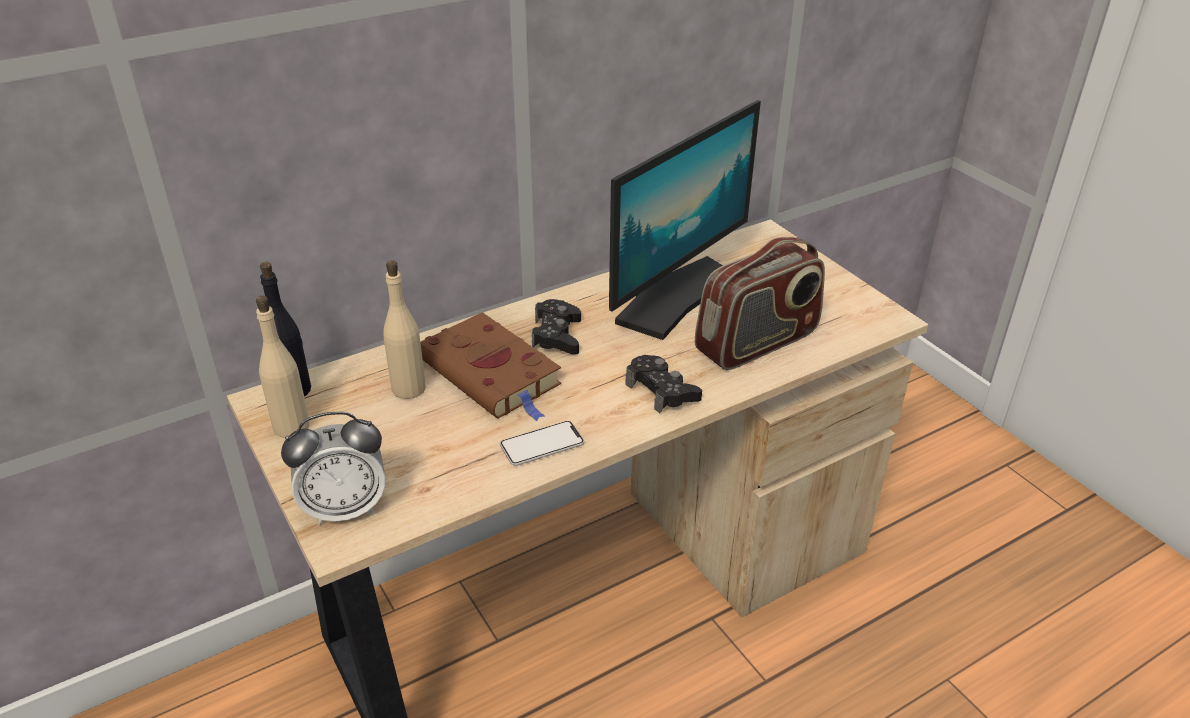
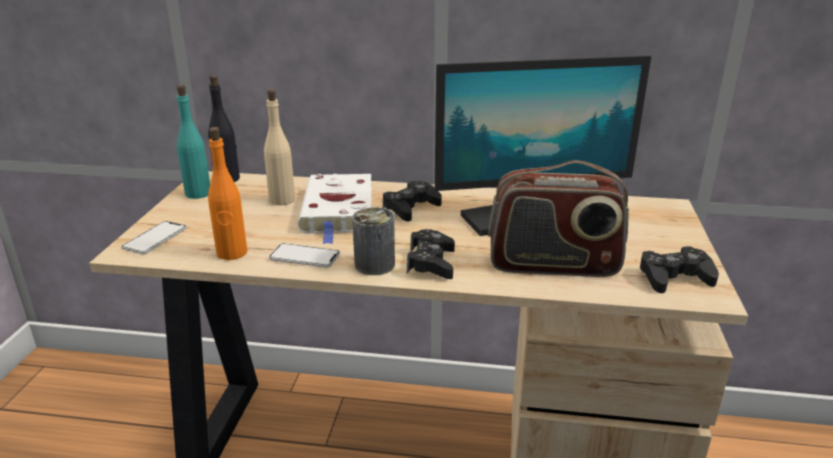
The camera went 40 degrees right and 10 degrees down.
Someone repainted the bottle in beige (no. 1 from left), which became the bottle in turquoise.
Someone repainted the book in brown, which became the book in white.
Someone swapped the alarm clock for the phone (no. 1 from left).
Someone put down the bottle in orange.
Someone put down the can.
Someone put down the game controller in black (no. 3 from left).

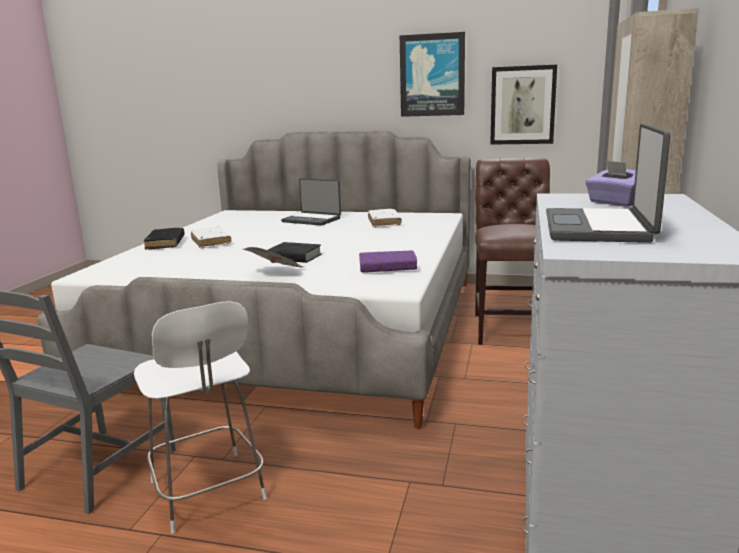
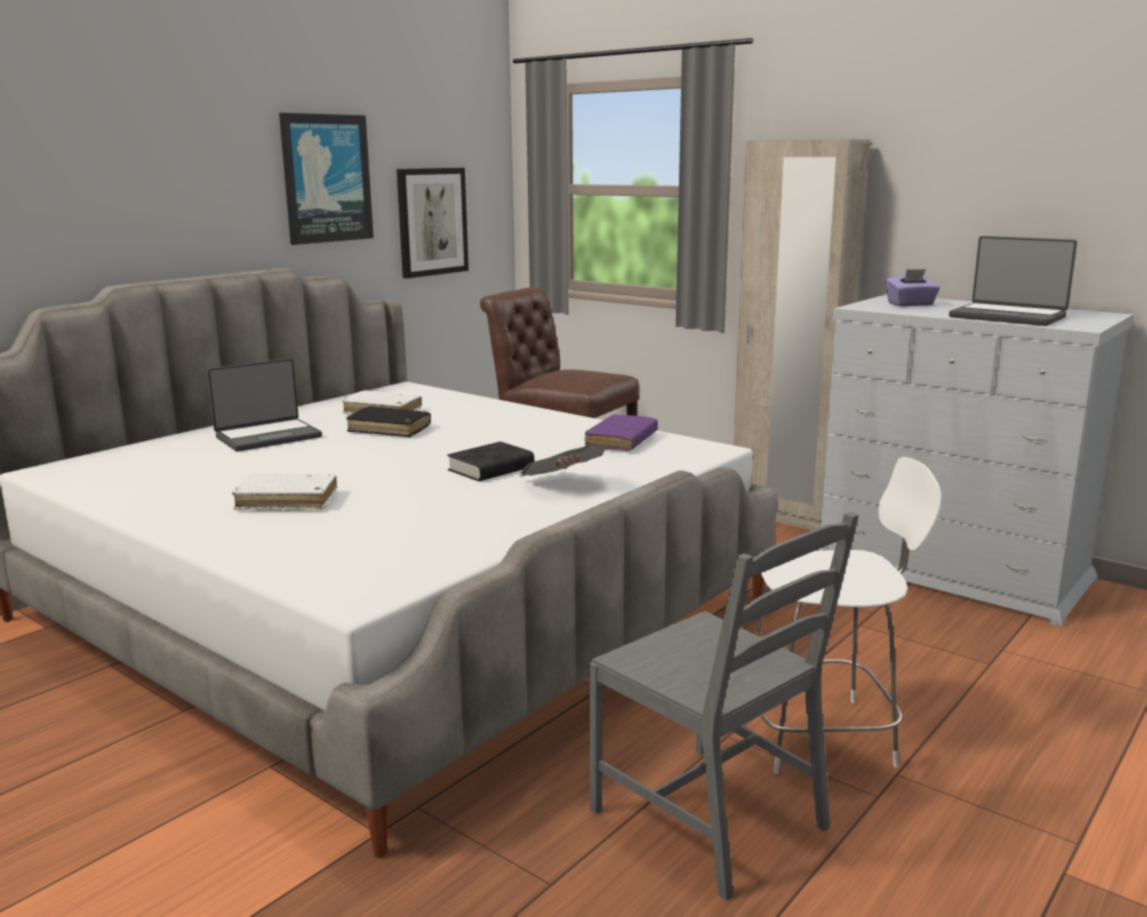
The camera went 65 degrees left and 0 degrees up.
Someone carried the book in black (no. 1 from left).

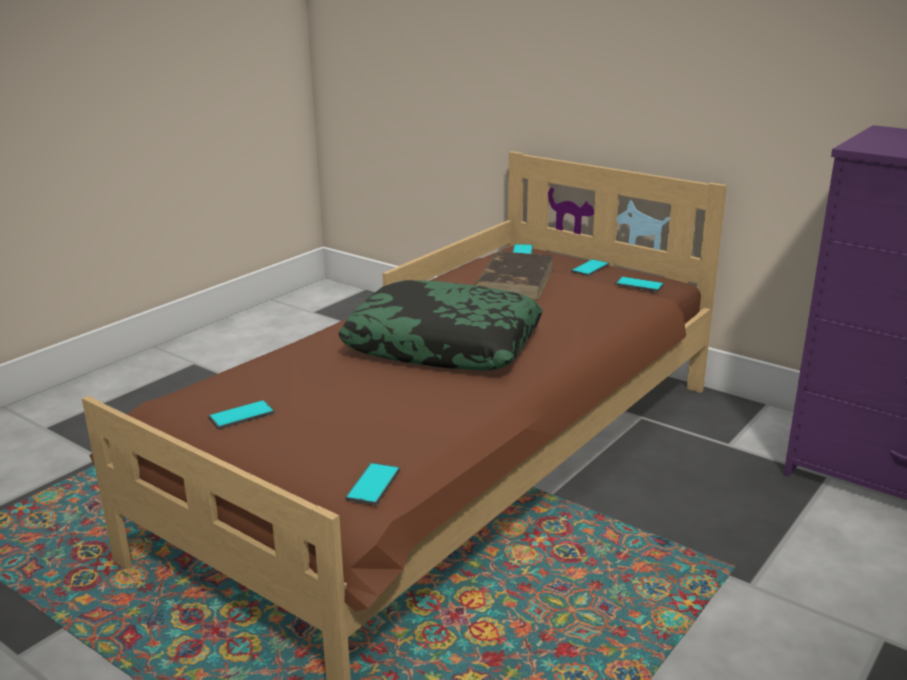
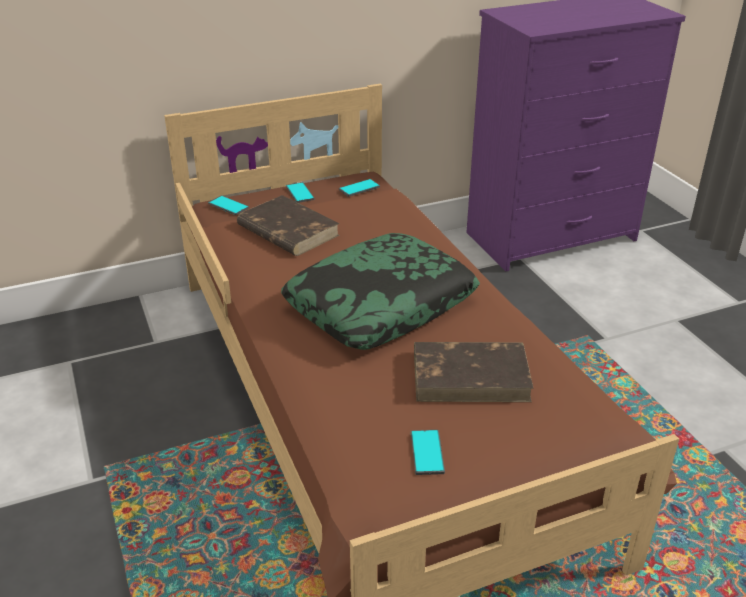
The camera went 60 degrees left and 10 degrees up.
Someone took away the phone (no. 2 from left).
Someone put down the book in brown (no. 2 from left).

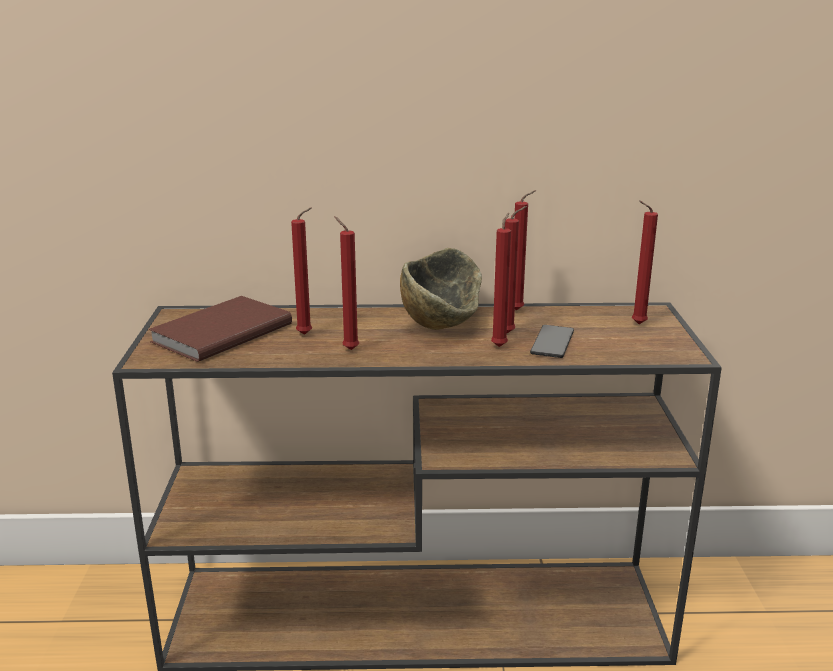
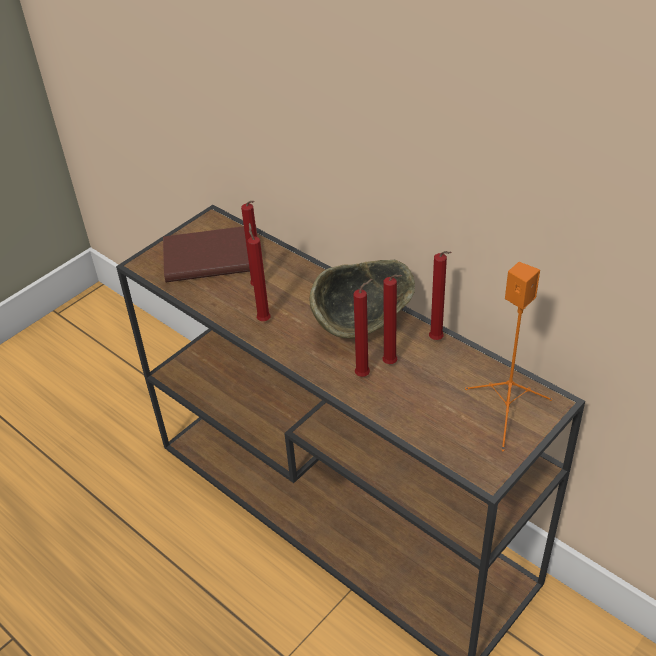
The camera went 45 degrees right and 20 degrees up.
Someone swapped the candle in red (no. 6 from left) for the speaker in orange.
Someone took away the phone.

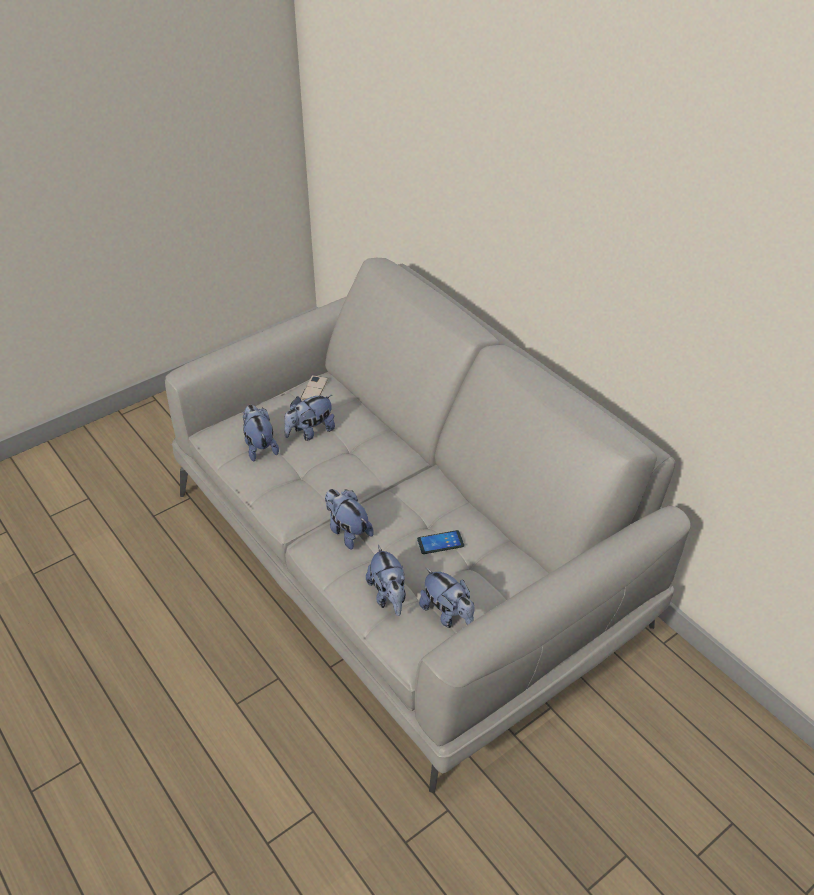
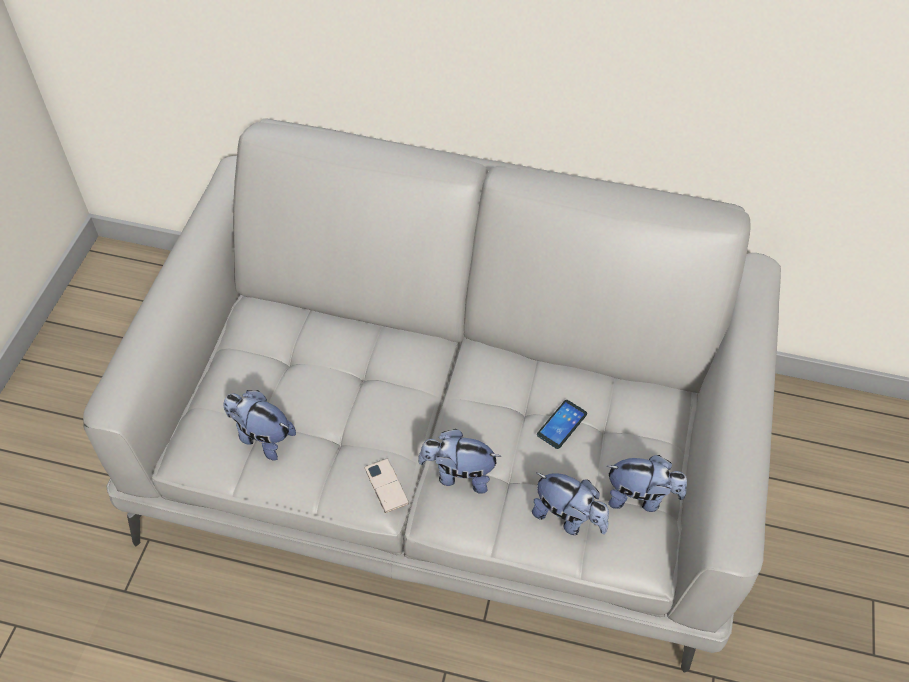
The camera went 40 degrees left and 10 degrees up.
Someone carried the phone (no. 1 from left).
Someone took away the plush toy (no. 2 from left).

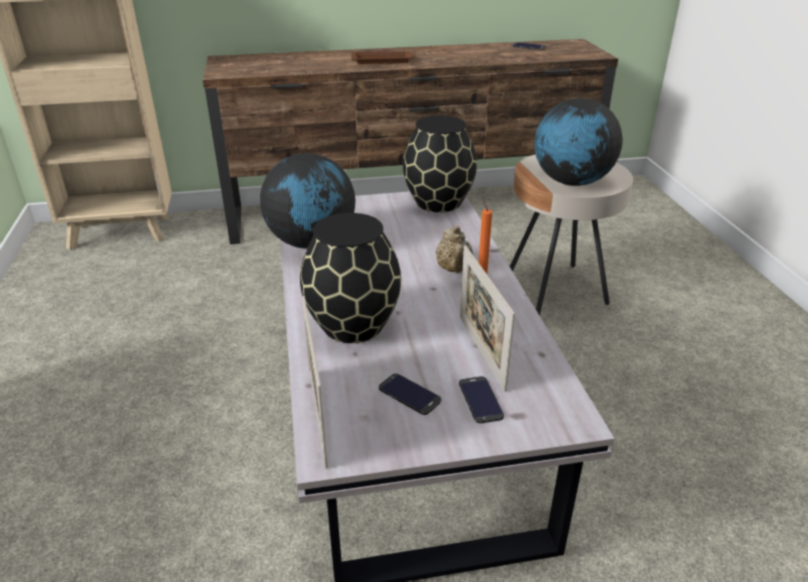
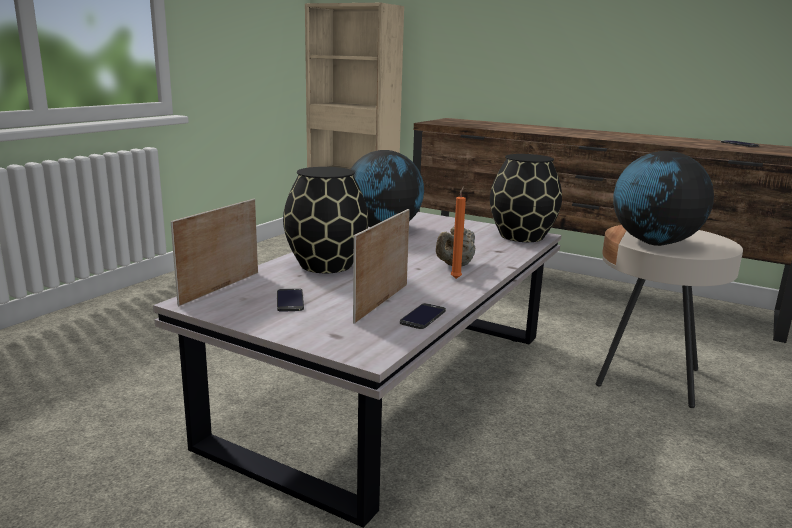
The camera went 40 degrees right and 15 degrees down.
Someone took away the tray in brown.
Someone carried the phone (no. 2 from left).

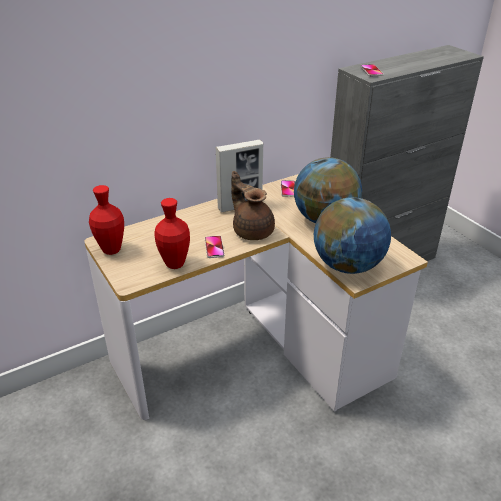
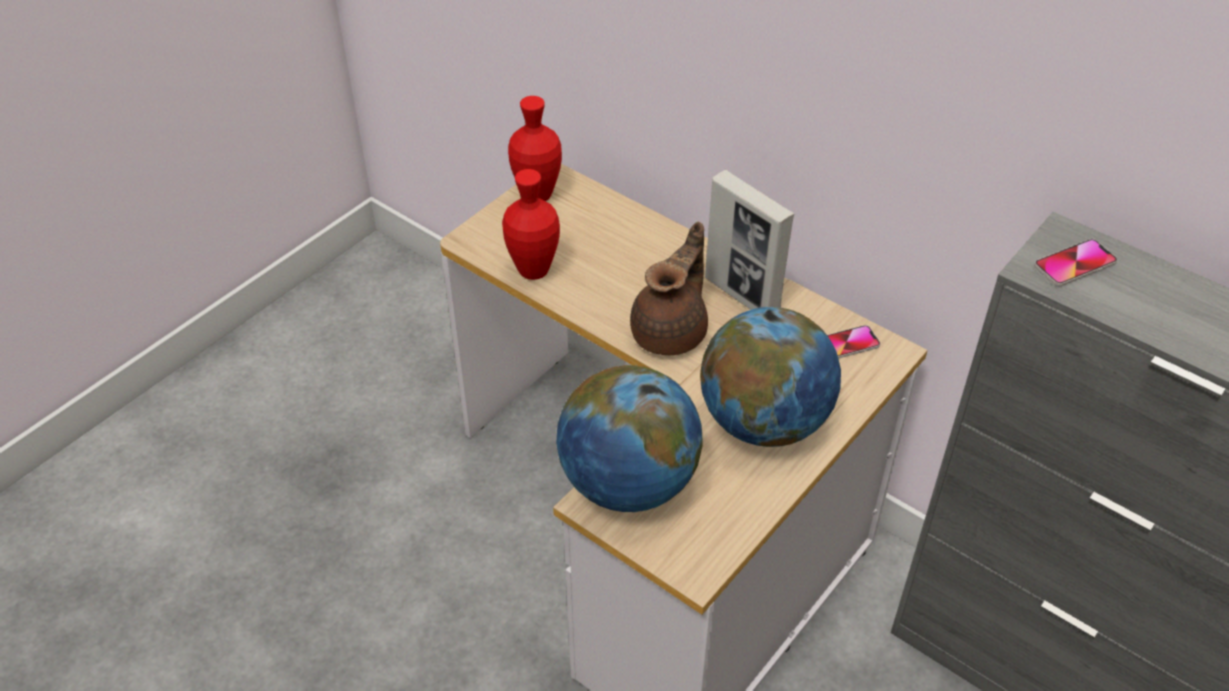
The camera went 70 degrees right and 10 degrees up.
Someone took away the phone (no. 1 from left).

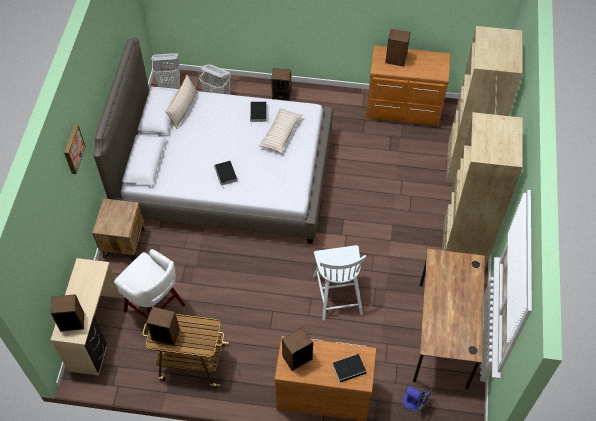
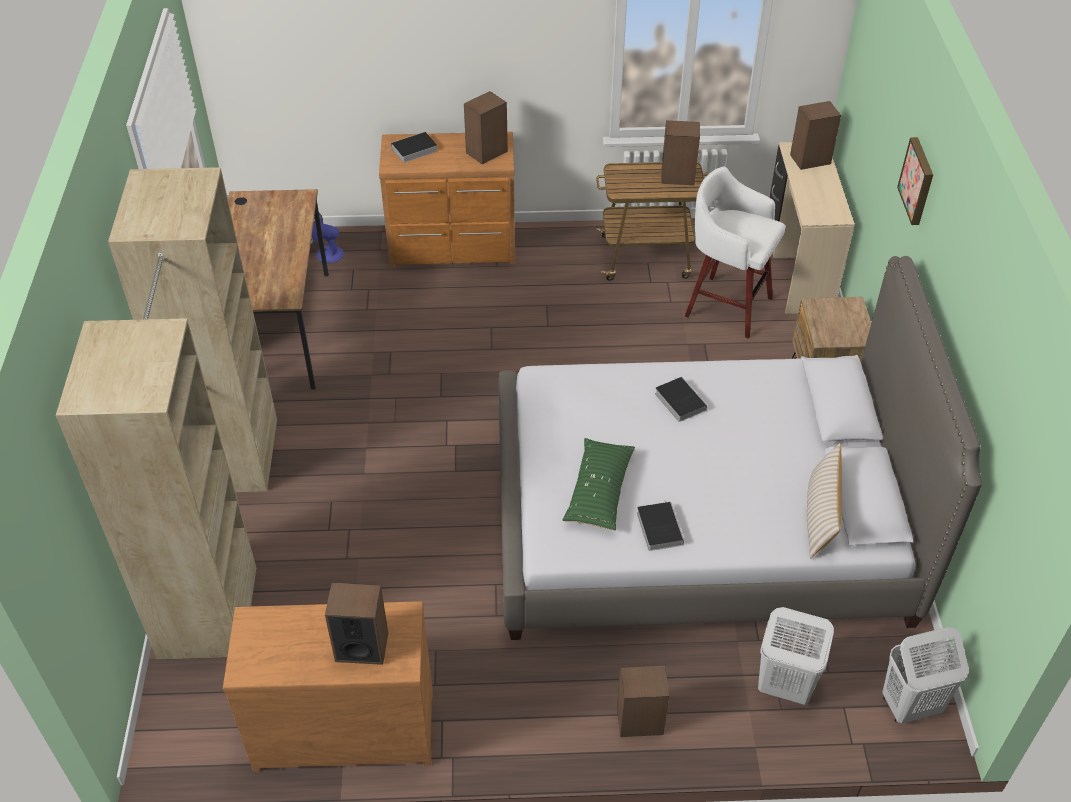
The camera went 170 degrees right and 10 degrees down.
Someone repainted the pillow in beige (no. 2 from left), which became the pillow in green.
Someone took away the chair in white.

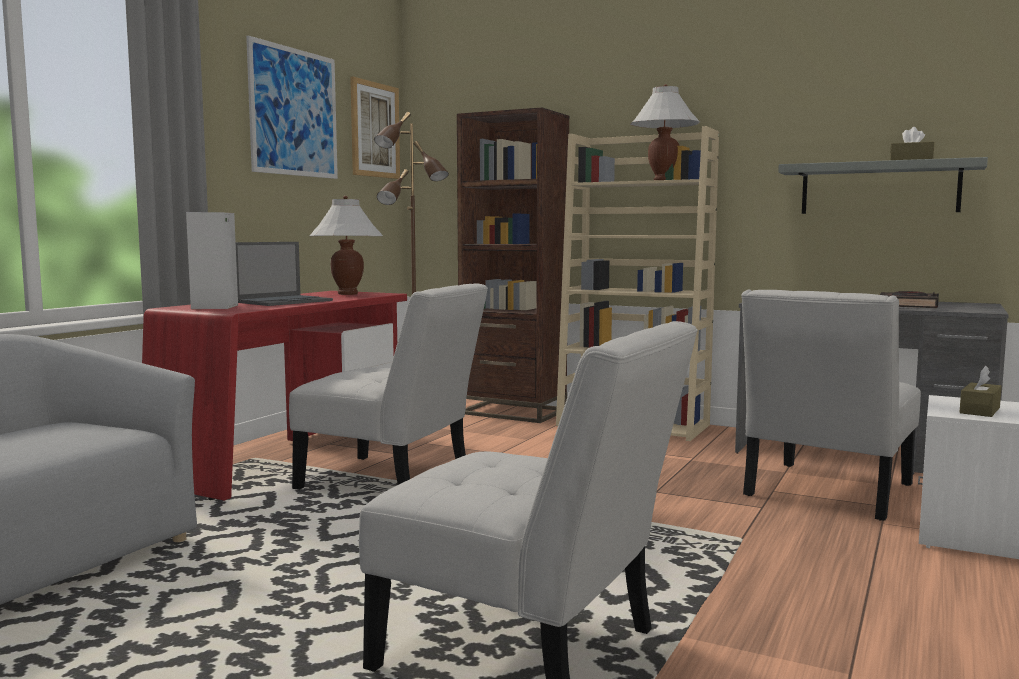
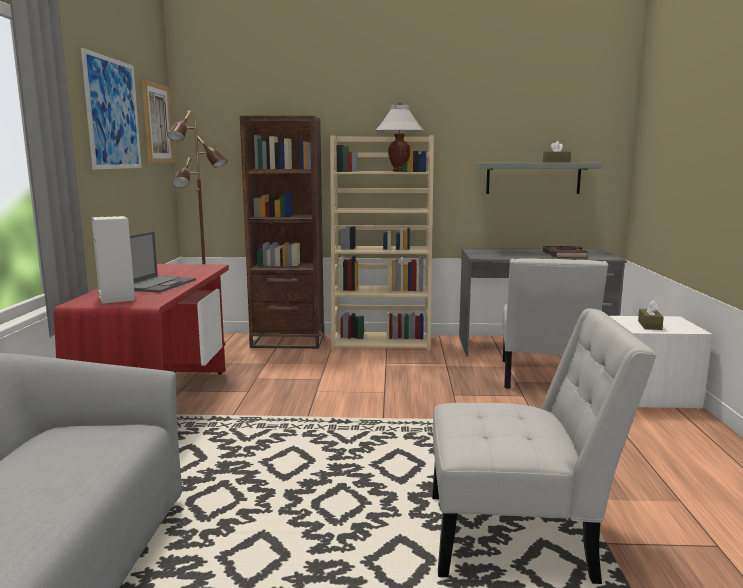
The camera went 25 degrees left and 5 degrees up.
Someone took away the table lamp in white (no. 1 from left).
Someone took away the chair in white (no. 1 from left).

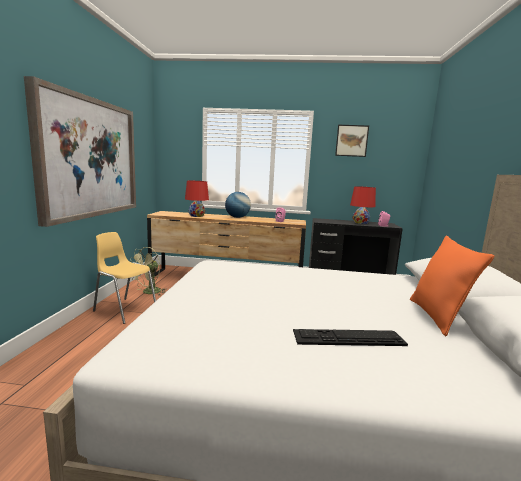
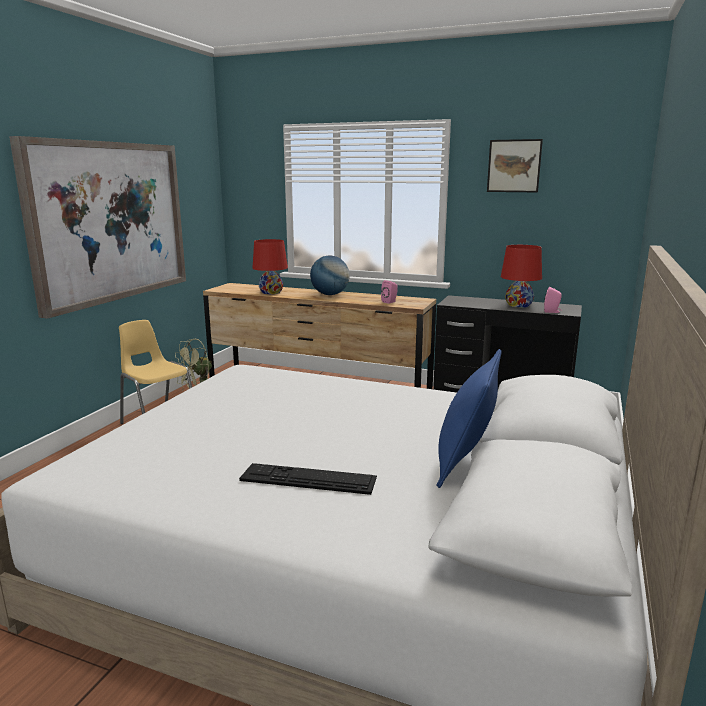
The camera went 15 degrees right and 5 degrees up.
Someone repainted the pillow in orange, which became the pillow in blue.

